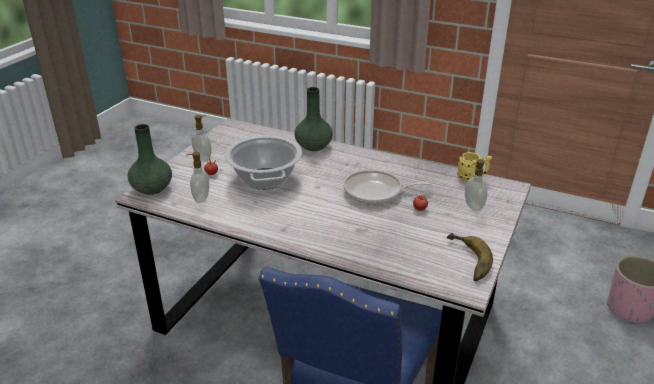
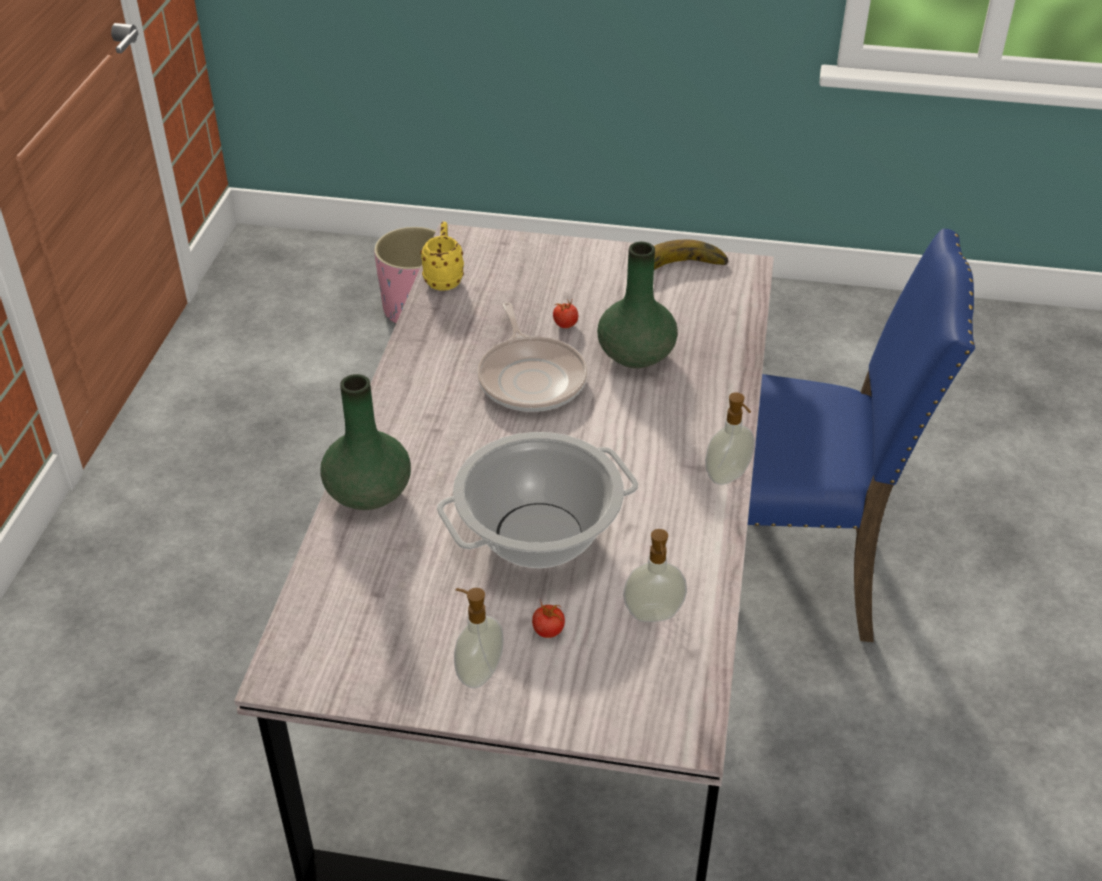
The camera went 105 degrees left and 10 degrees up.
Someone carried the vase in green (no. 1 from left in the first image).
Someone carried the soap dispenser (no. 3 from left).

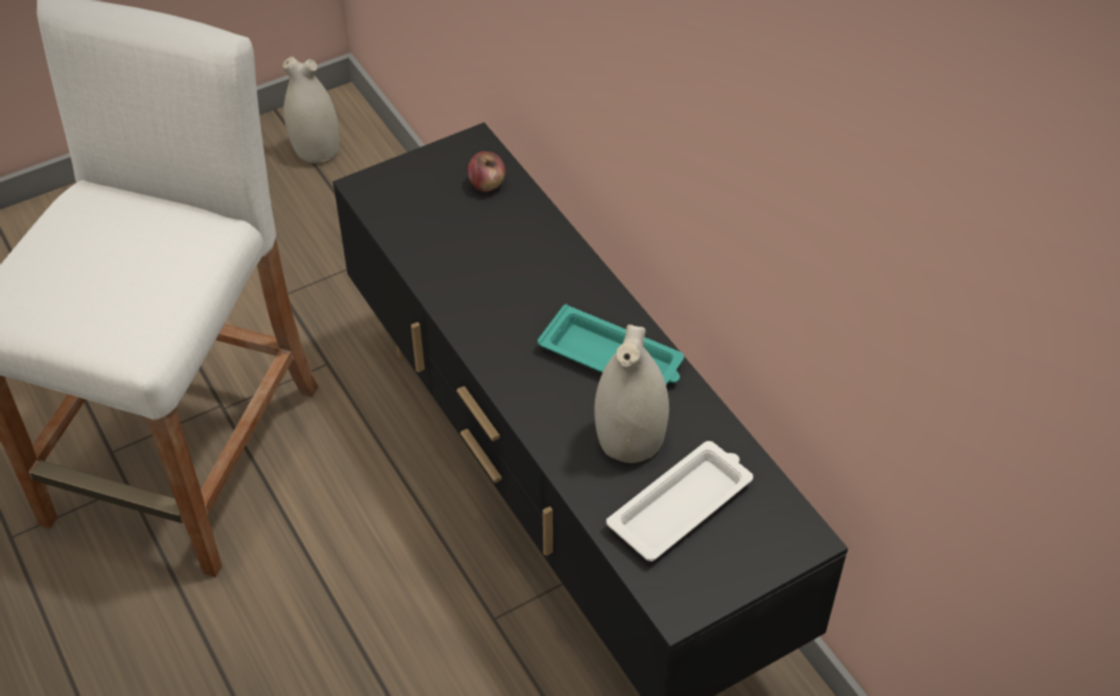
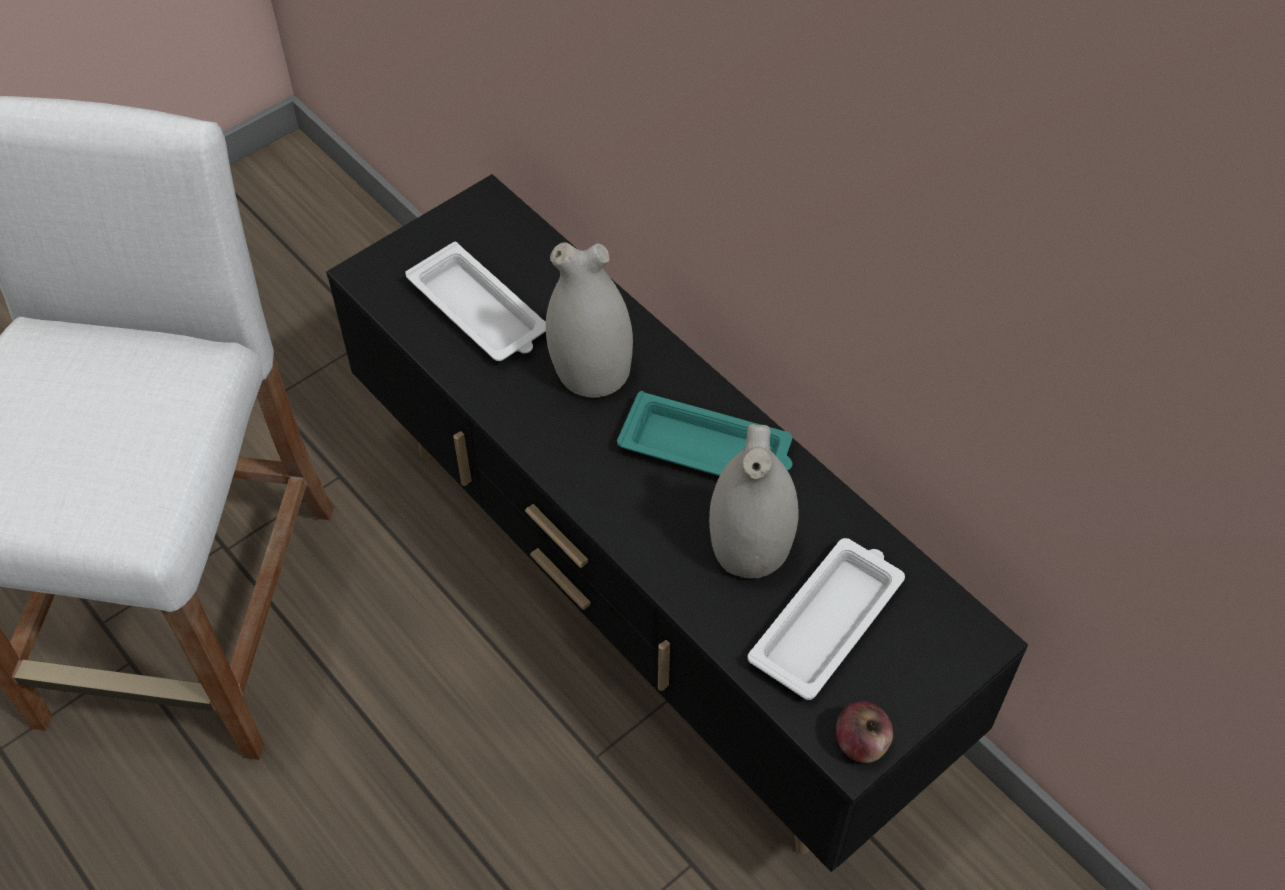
The camera went 10 degrees left and 5 degrees up.
Someone carried the vase in white (no. 1 from left).
Someone carried the apple.
Someone put down the tray in white (no. 1 from left).

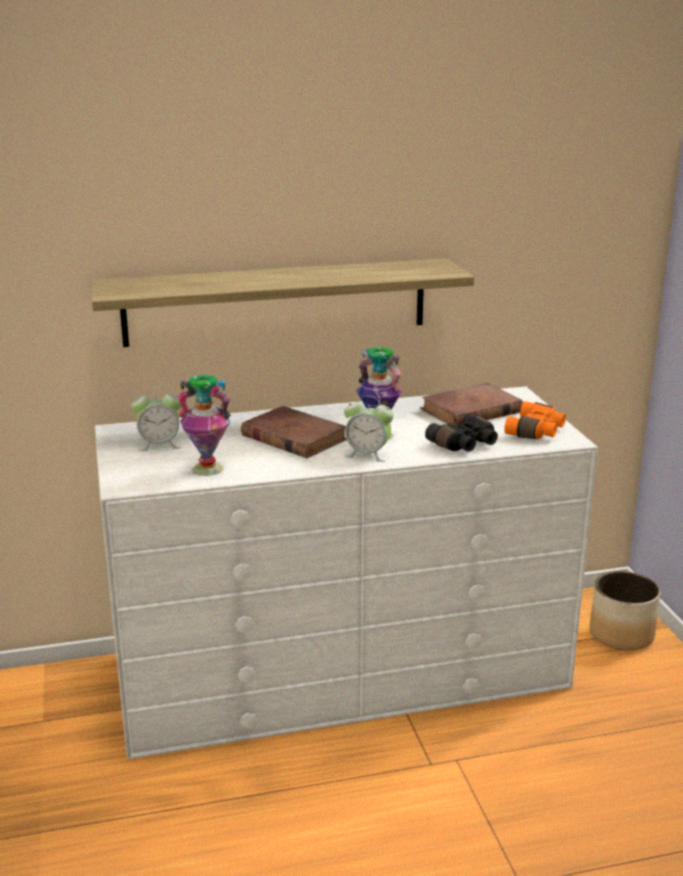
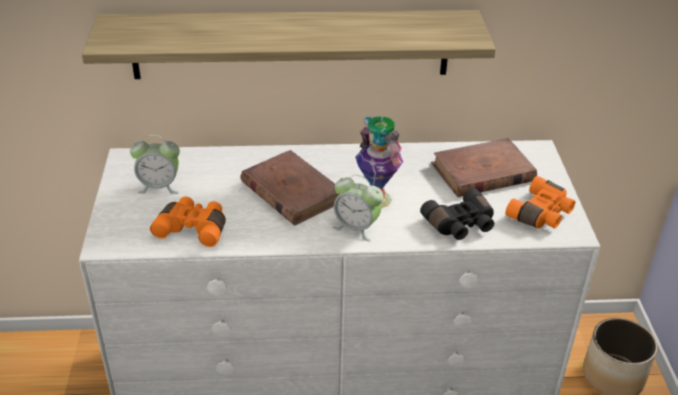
The camera went 10 degrees right and 15 degrees up.
Someone swapped the vase (no. 1 from left) for the binoculars in orange (no. 1 from left).

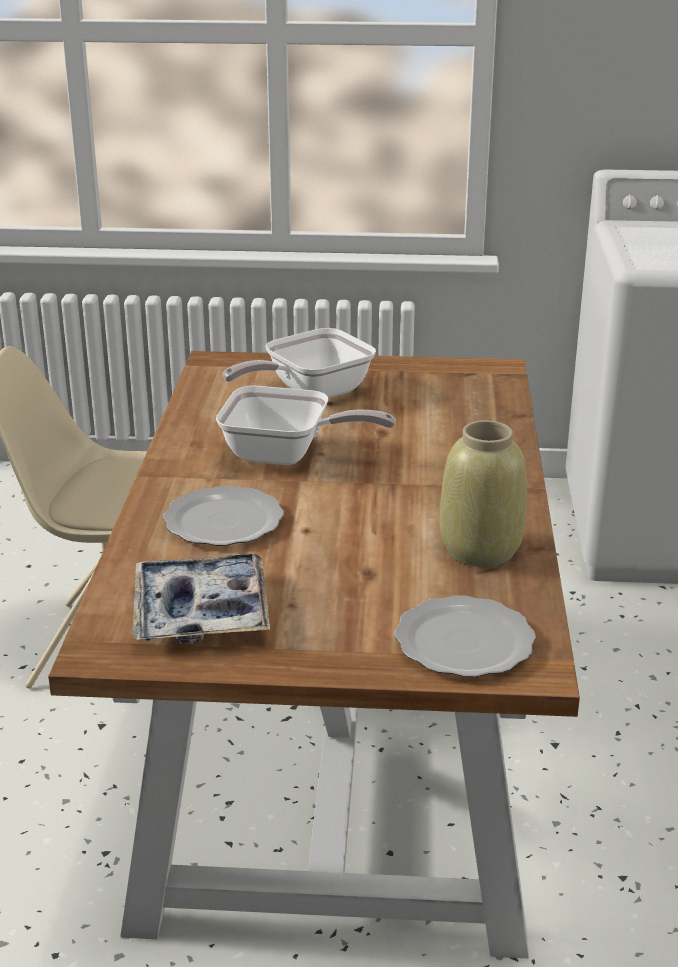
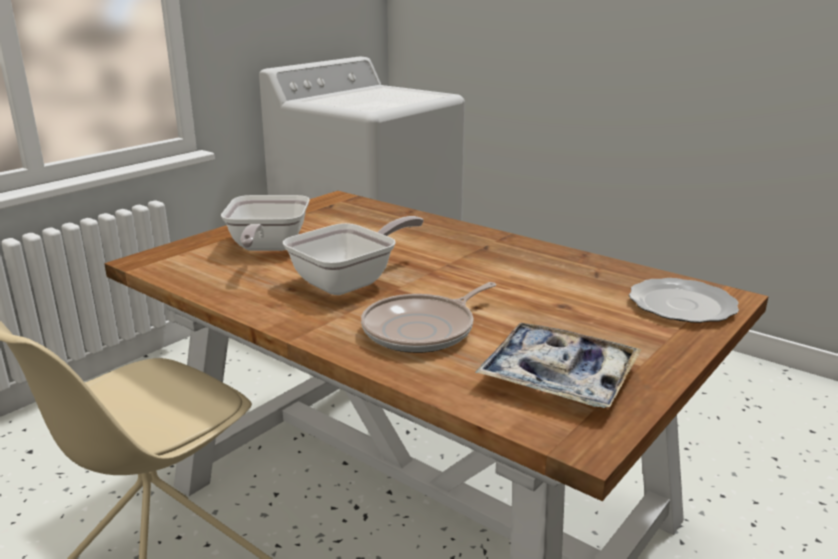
The camera went 55 degrees left and 5 degrees down.
Someone took away the vase in beige.
Someone swapped the plate (no. 1 from left) for the frying pan (no. 3 from left).

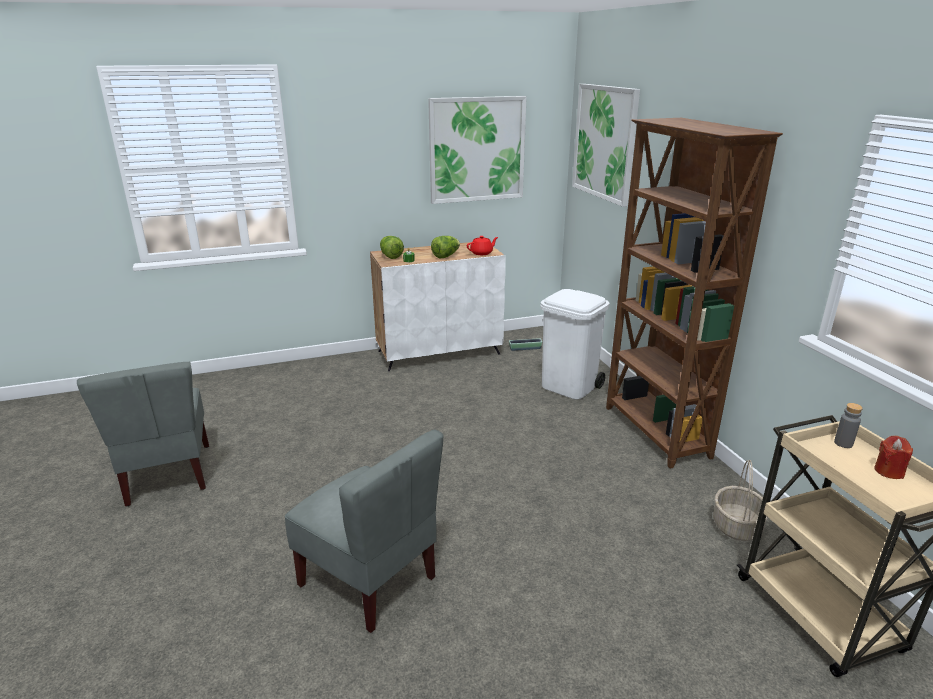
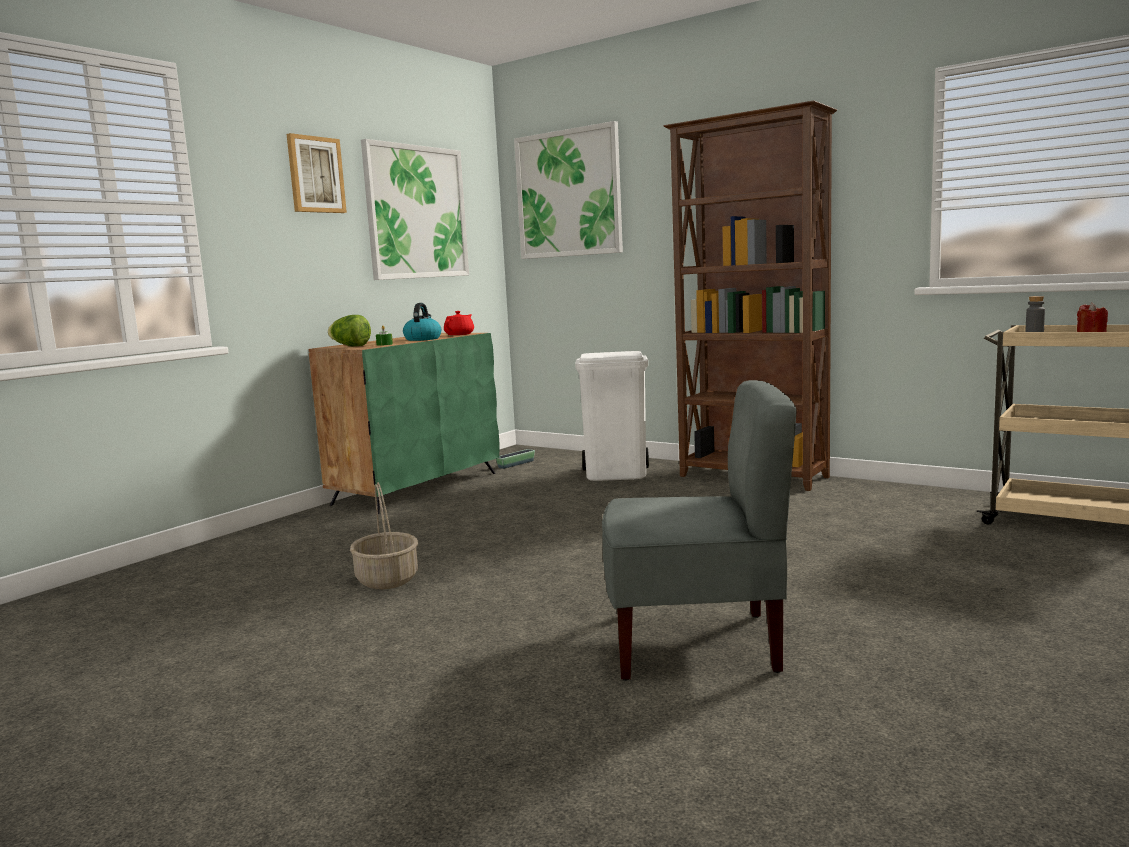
The camera went 35 degrees left and 15 degrees down.
Someone swapped the lettuce (no. 2 from left) for the kettle.
Someone repainted the cabinet in white, which became the cabinet in green.
Someone took away the chair in grey (no. 1 from left).
Someone carried the basket.
Someone put up the picture (no. 1 from left).

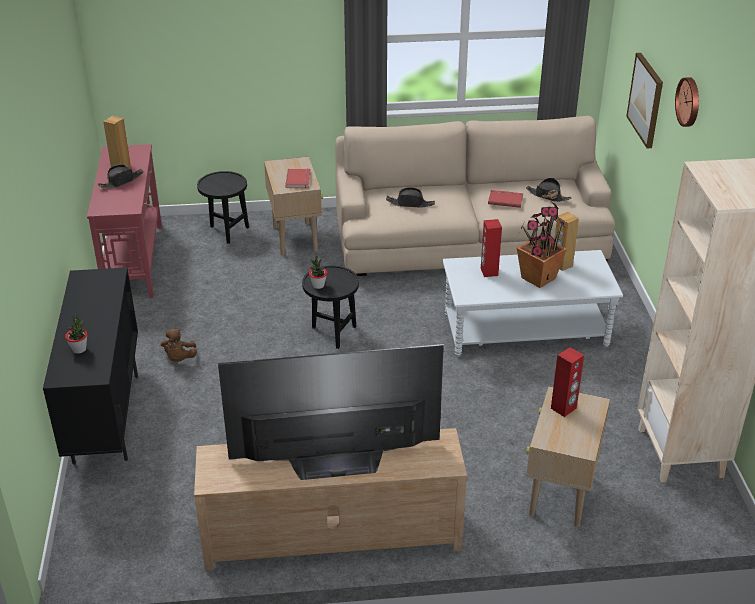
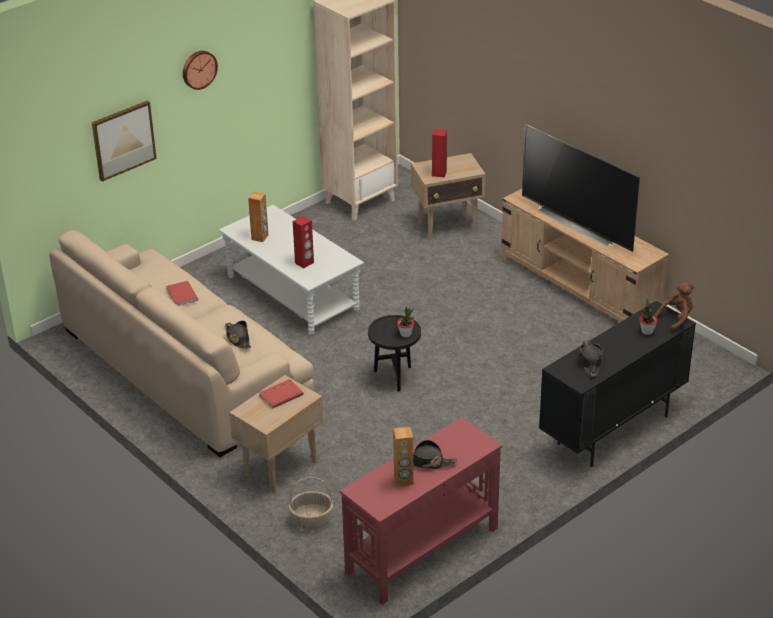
The camera went 125 degrees left and 0 degrees up.
Someone swapped the side table in black (no. 1 from left) for the basket.
Someone carried the hat in black (no. 3 from left).
Someone took away the potted plant (no. 3 from left).
Someone carried the plush toy in brown.

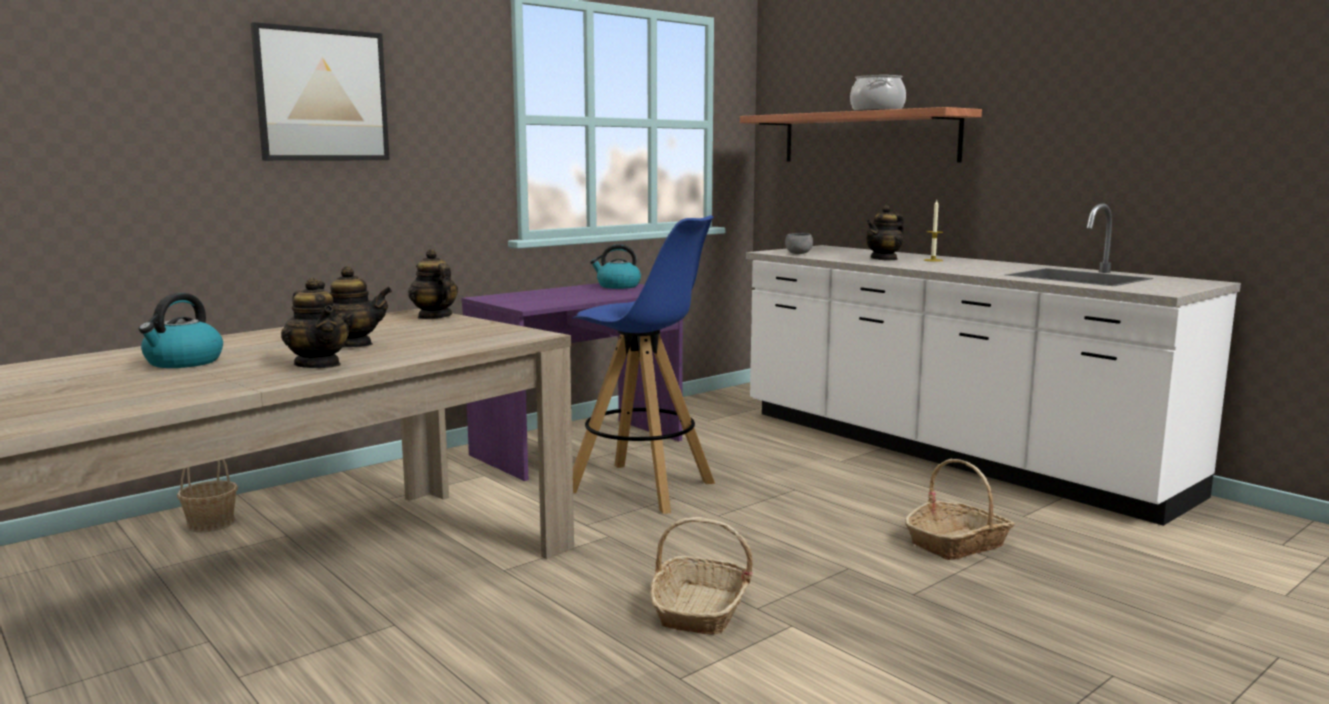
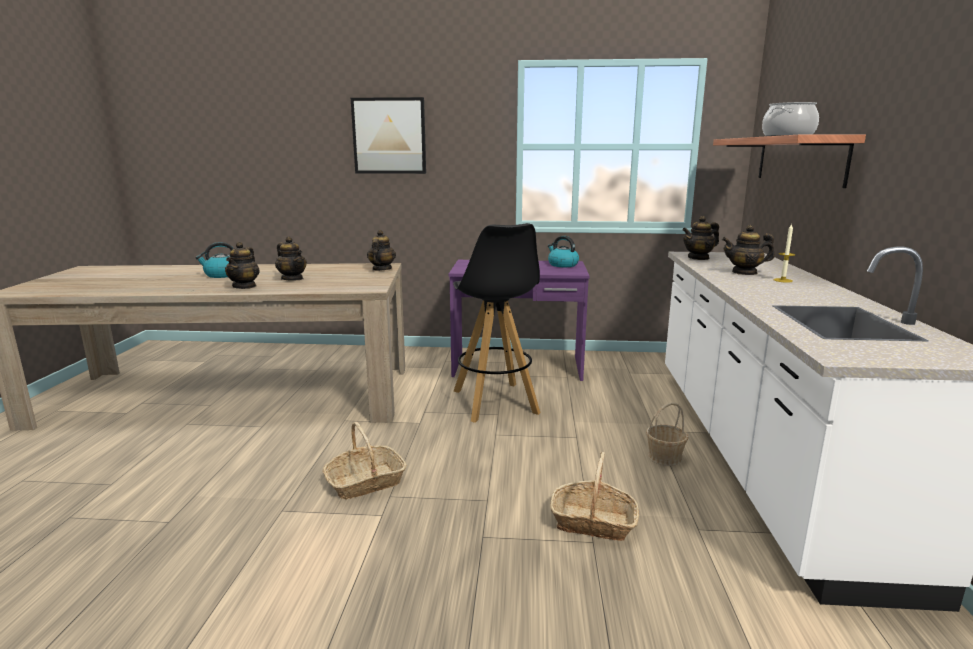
The camera went 45 degrees right and 5 degrees up.
Someone repainted the stool in blue, which became the stool in black.
Someone swapped the bowl in grey for the teapot (no. 4 from left).
Someone carried the basket (no. 1 from left in the first image).

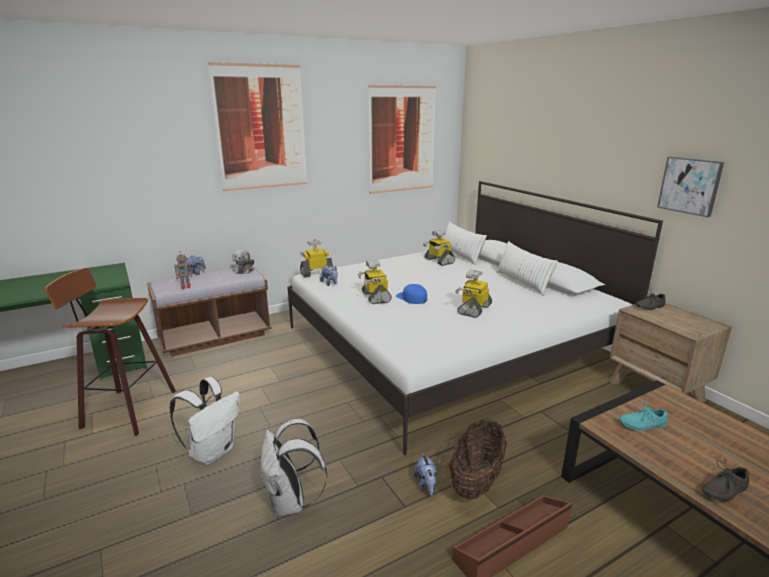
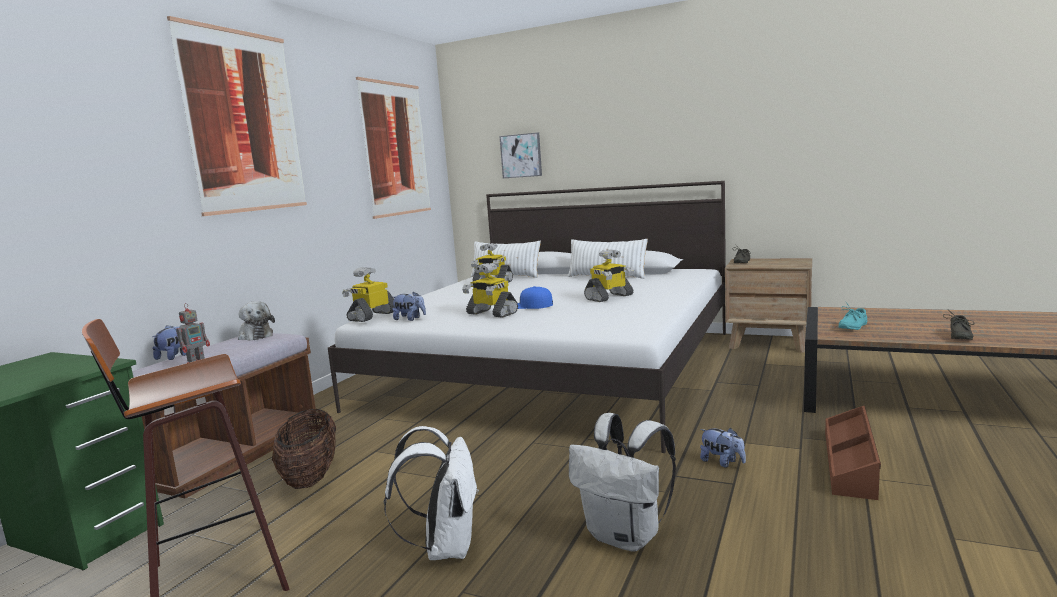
The camera went 35 degrees left and 10 degrees down.
Someone carried the picture (no. 3 from left).
Someone rotated the toy robot (no. 5 from left) by 120 degrees counterclockwise.
Someone carried the basket.

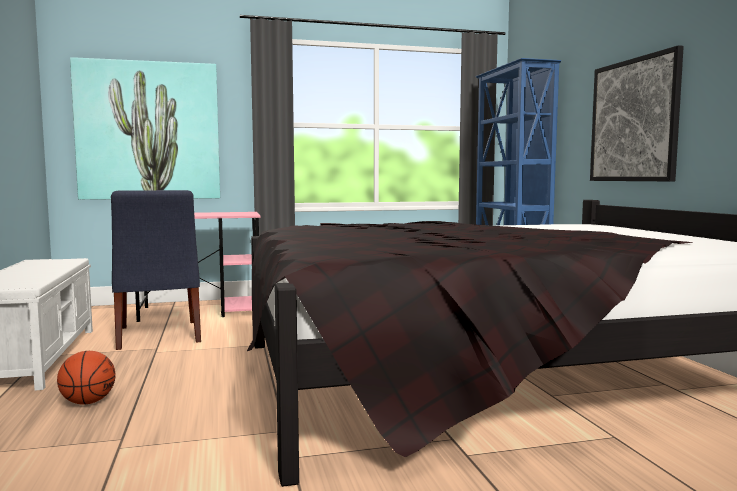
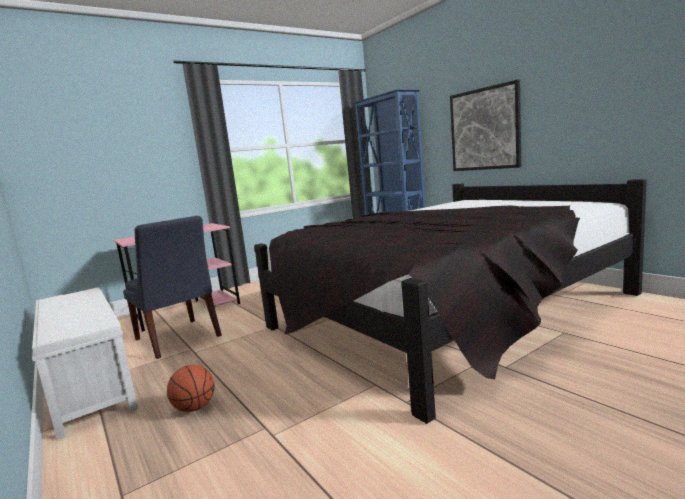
The camera went 20 degrees left and 5 degrees up.
Someone took away the picture (no. 1 from left).

